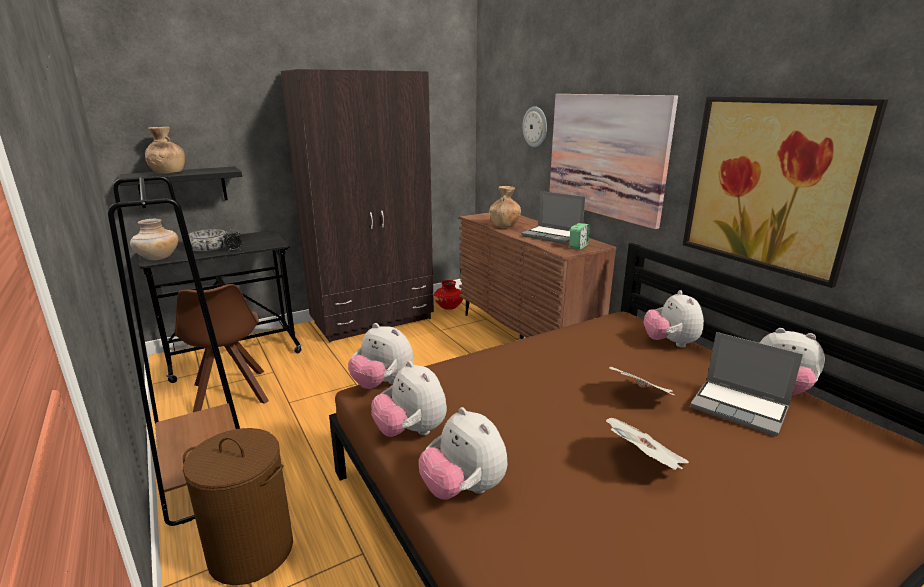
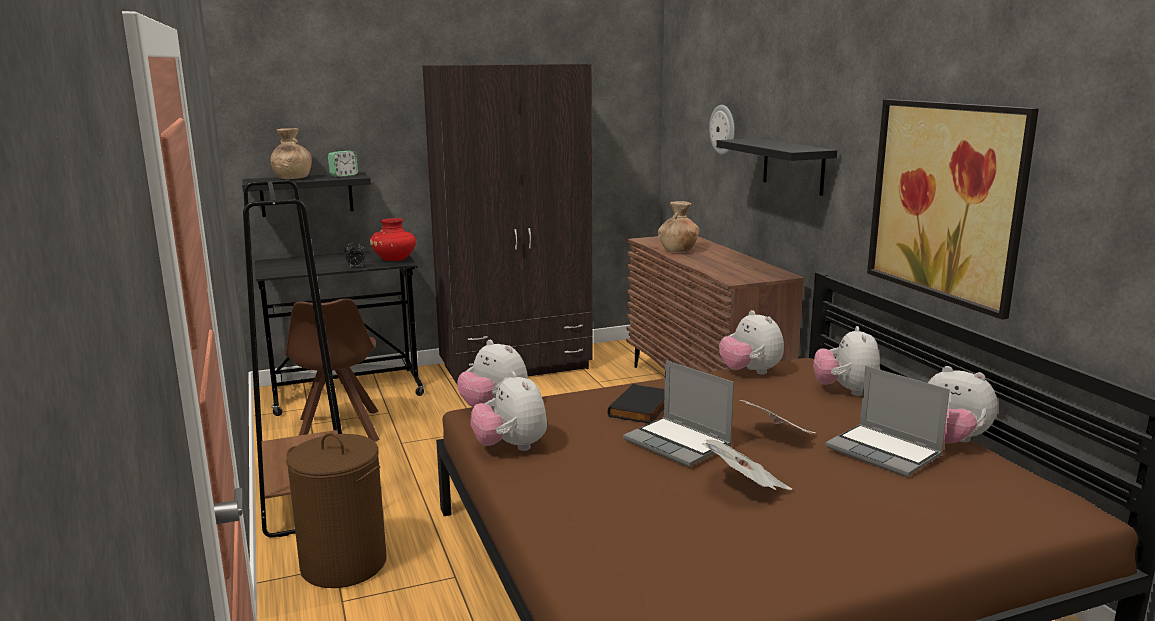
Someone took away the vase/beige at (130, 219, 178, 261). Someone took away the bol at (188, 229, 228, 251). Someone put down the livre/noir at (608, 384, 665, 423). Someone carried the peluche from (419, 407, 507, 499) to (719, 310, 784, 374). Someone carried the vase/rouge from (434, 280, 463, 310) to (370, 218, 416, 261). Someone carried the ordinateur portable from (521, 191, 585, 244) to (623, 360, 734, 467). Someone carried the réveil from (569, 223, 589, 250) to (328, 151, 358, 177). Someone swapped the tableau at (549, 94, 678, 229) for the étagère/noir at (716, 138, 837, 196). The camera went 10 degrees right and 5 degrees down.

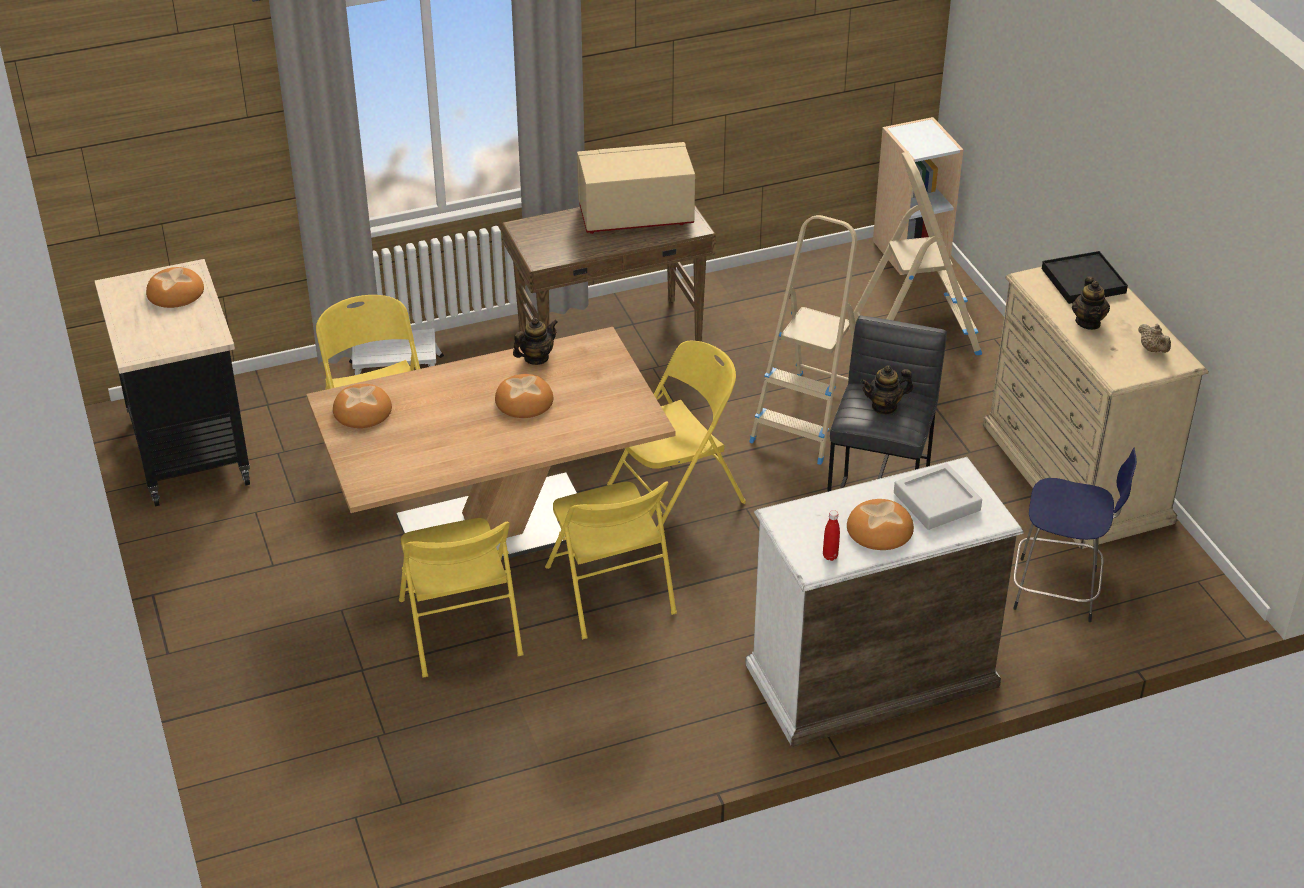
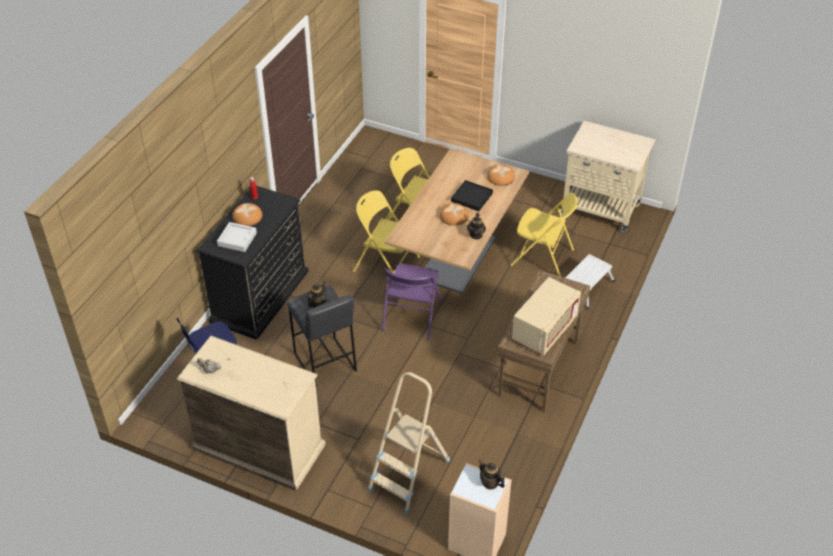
Someone took away the pain at (146, 267, 204, 308). Someone took away the escabeau/beige at (749, 215, 857, 465). Someone carried the plateau/noir from (1042, 251, 1128, 304) to (451, 180, 493, 211). Someone carried the théière from (1072, 276, 1110, 330) to (479, 459, 505, 490). Someone repainted the chariot/noir at (95, 259, 250, 507), which became the chariot/beige at (560, 121, 655, 233). Someone repainted the chaise/jaune at (607, 341, 746, 530), which became the chaise/violet at (382, 264, 443, 340). Someone repainted the commode/blanc at (745, 457, 1024, 747), which became the commode/noir at (196, 186, 309, 340). The camera went 135 degrees right and 5 degrees up.

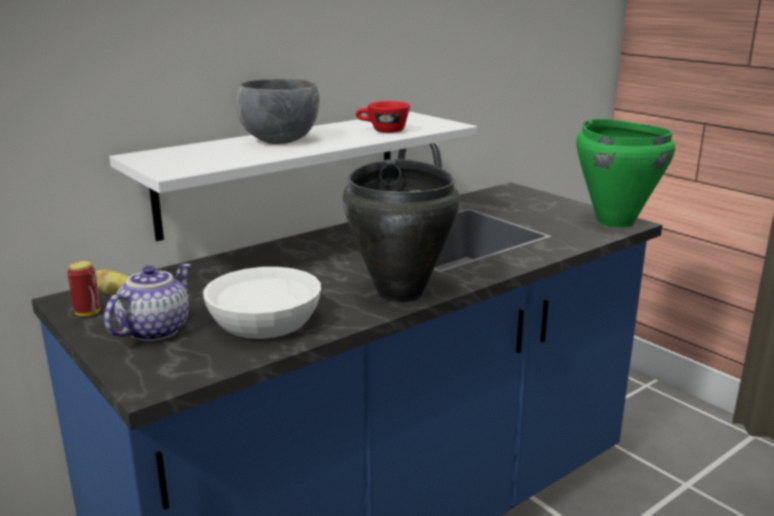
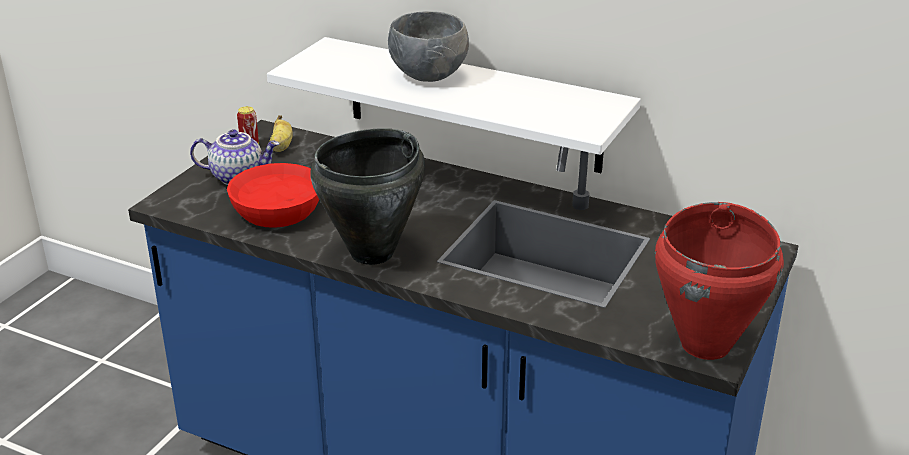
Someone took away the tasse/rouge at (356, 101, 410, 133). Someone repainted the bol/blanc at (203, 267, 321, 339), which became the bol/rouge at (227, 163, 319, 228). Someone repainted the marmite/vert at (576, 119, 675, 228), which became the marmite/rouge at (655, 202, 784, 360). The camera went 65 degrees right and 10 degrees up.

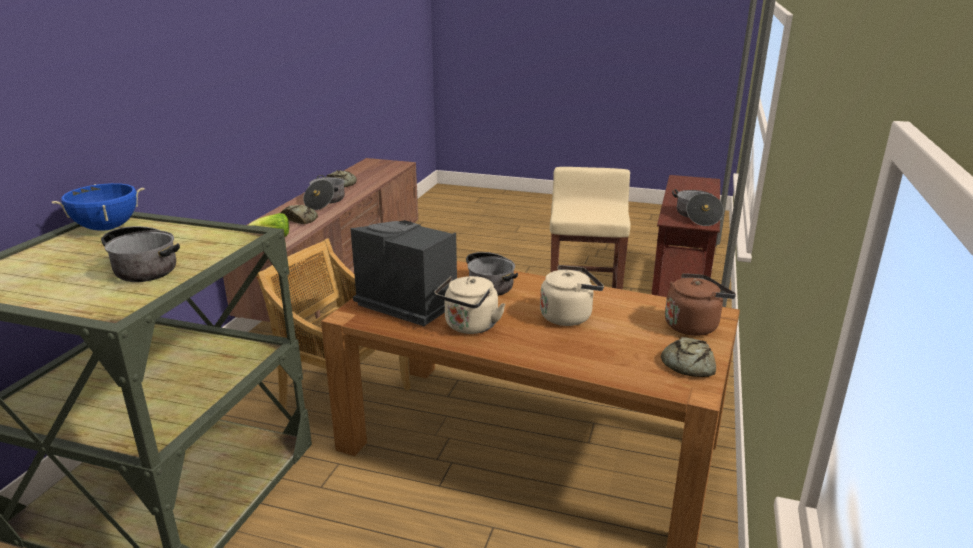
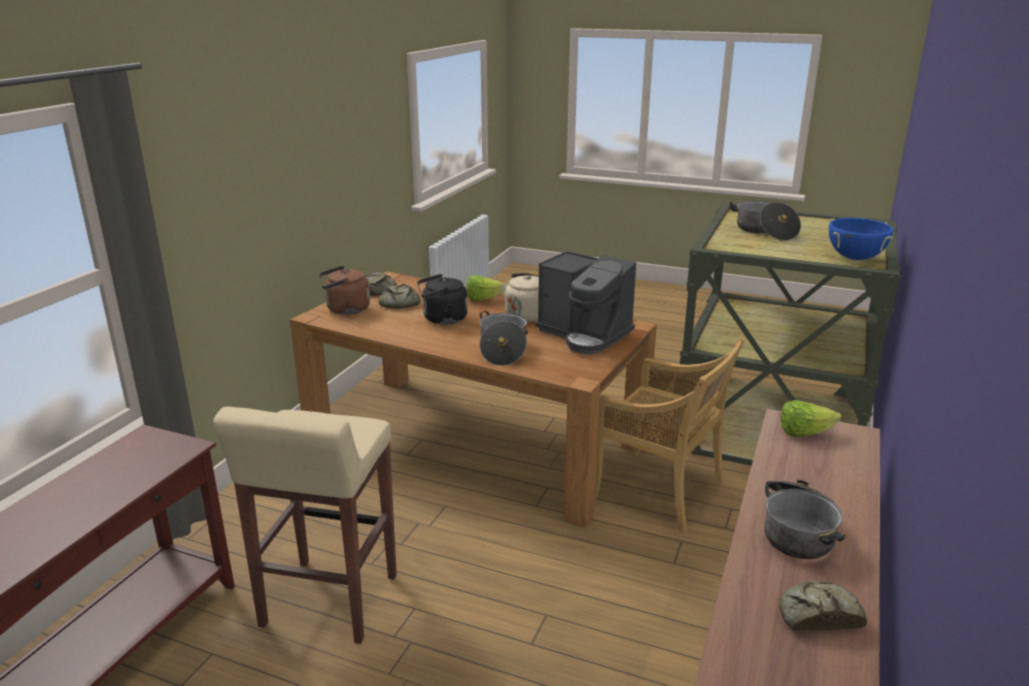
Someone took away the marmite at (672, 189, 724, 226). Someone put down the laitue at (467, 275, 507, 301). Someone carried the pain from (280, 205, 318, 224) to (379, 284, 421, 309). Someone repainted the bouilloire/beige at (540, 265, 604, 326), which became the bouilloire/noir at (417, 274, 468, 325). The camera went 175 degrees left and 0 degrees up.

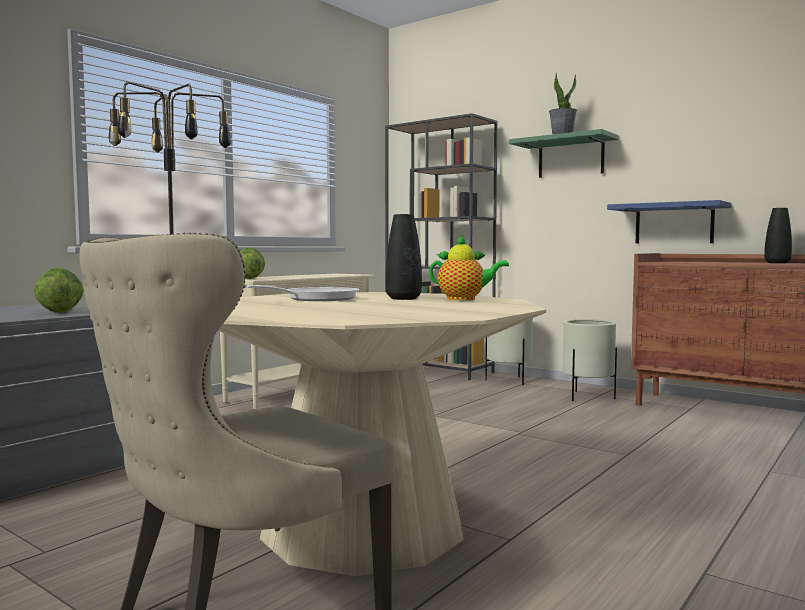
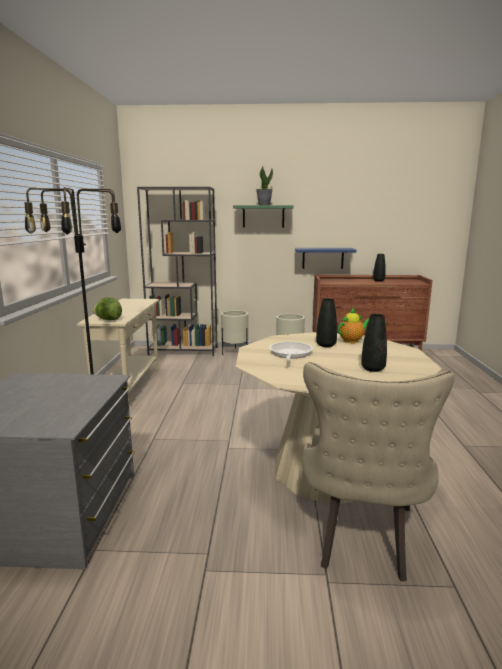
Someone took away the laitue at (34, 268, 84, 313). Someone put down the vase/noir at (361, 314, 387, 372). The camera went 35 degrees left and 10 degrees up.

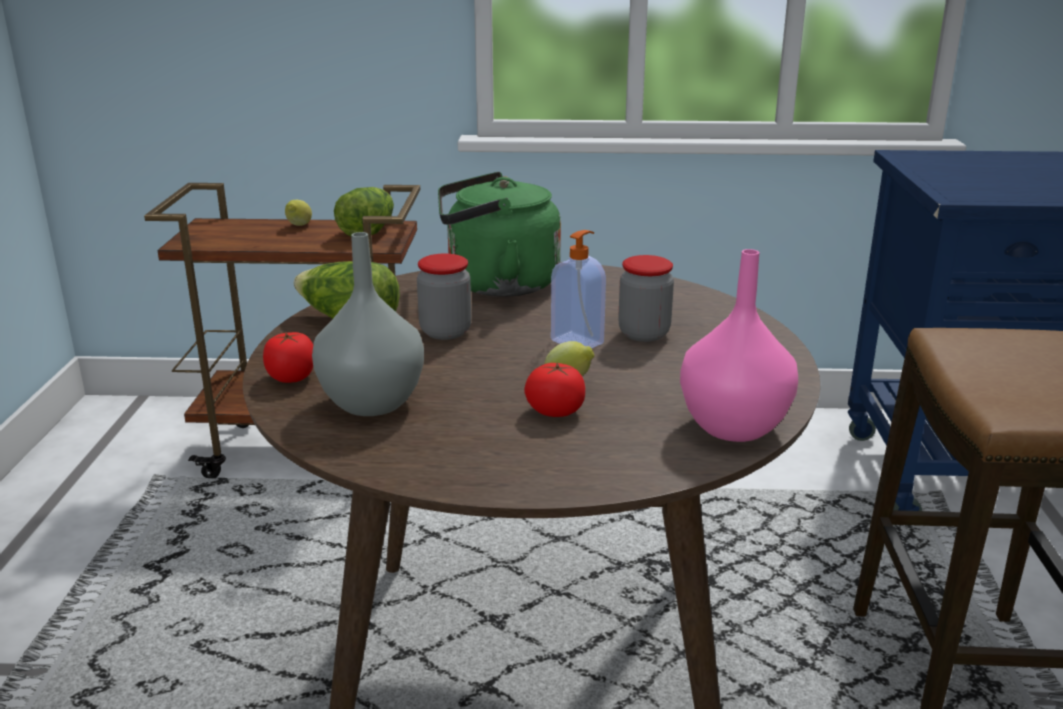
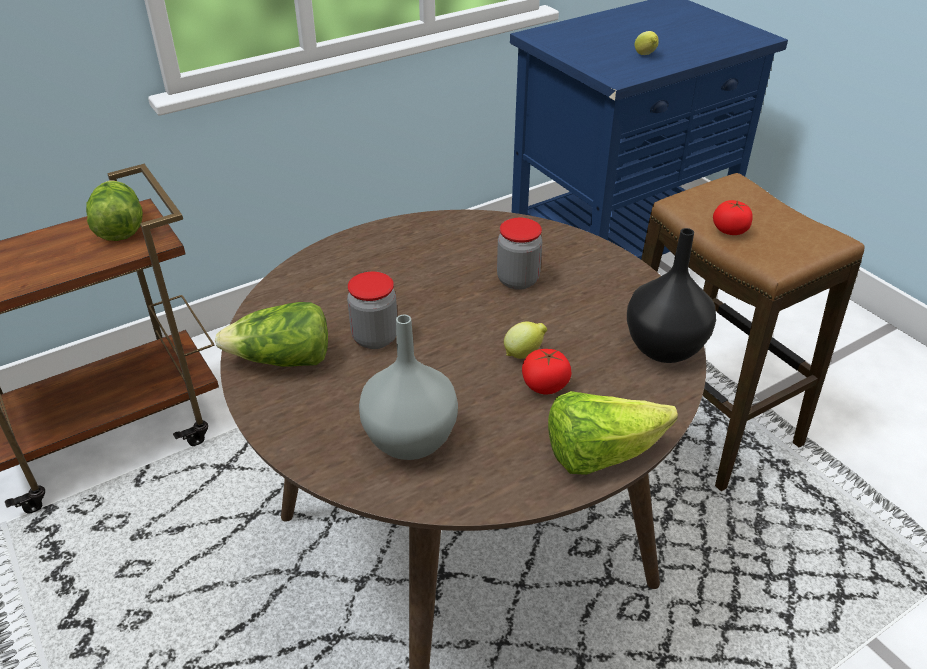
Someone took away the bouilloire/vert at (438, 172, 561, 297). Someone took away the distributeur de savon at (551, 230, 606, 348). Someone put down the laitue at (548, 391, 678, 475). Someone carried the tomate from (263, 332, 313, 383) to (713, 200, 753, 235). Someone carried the citron from (285, 200, 312, 226) to (635, 31, 659, 55). Someone repainted the vase/rose at (680, 249, 798, 442), which became the vase/noir at (627, 228, 716, 363). The camera went 35 degrees left and 15 degrees up.

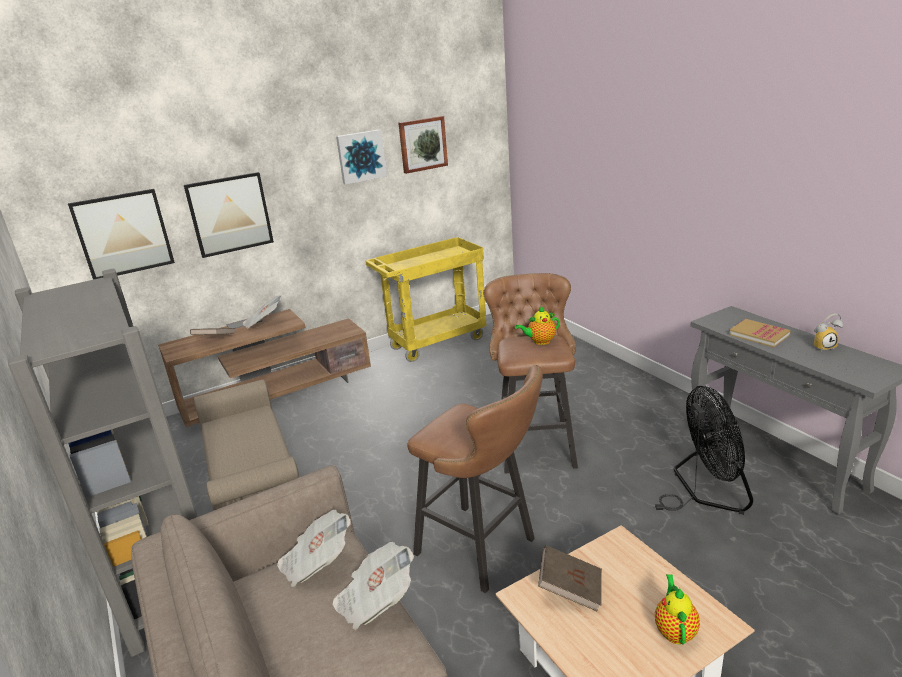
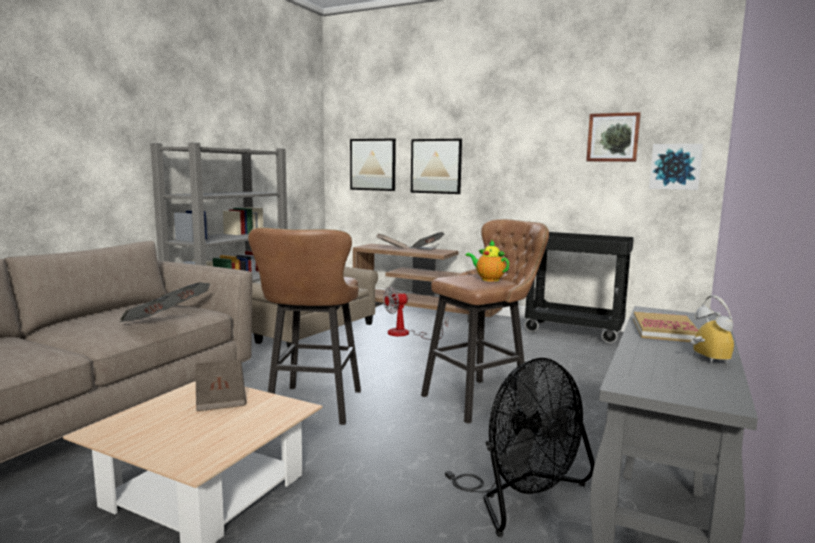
Someone took away the théière at (655, 574, 700, 645). Someone put down the ventilateur at (383, 287, 448, 340). Someone carried the tableau from (336, 130, 387, 185) to (649, 144, 703, 190). Someone repainted the chariot/jaune at (365, 237, 486, 362), which became the chariot/noir at (524, 232, 634, 343). Someone rotated the réveil at (814, 313, 843, 350) by 150 degrees counterclockwise. The camera went 55 degrees right and 15 degrees down.

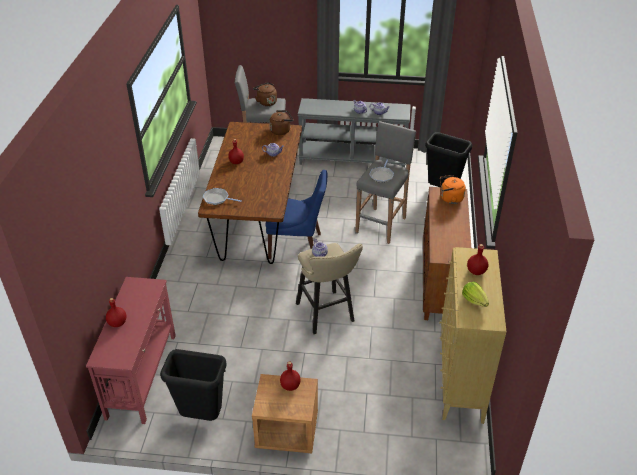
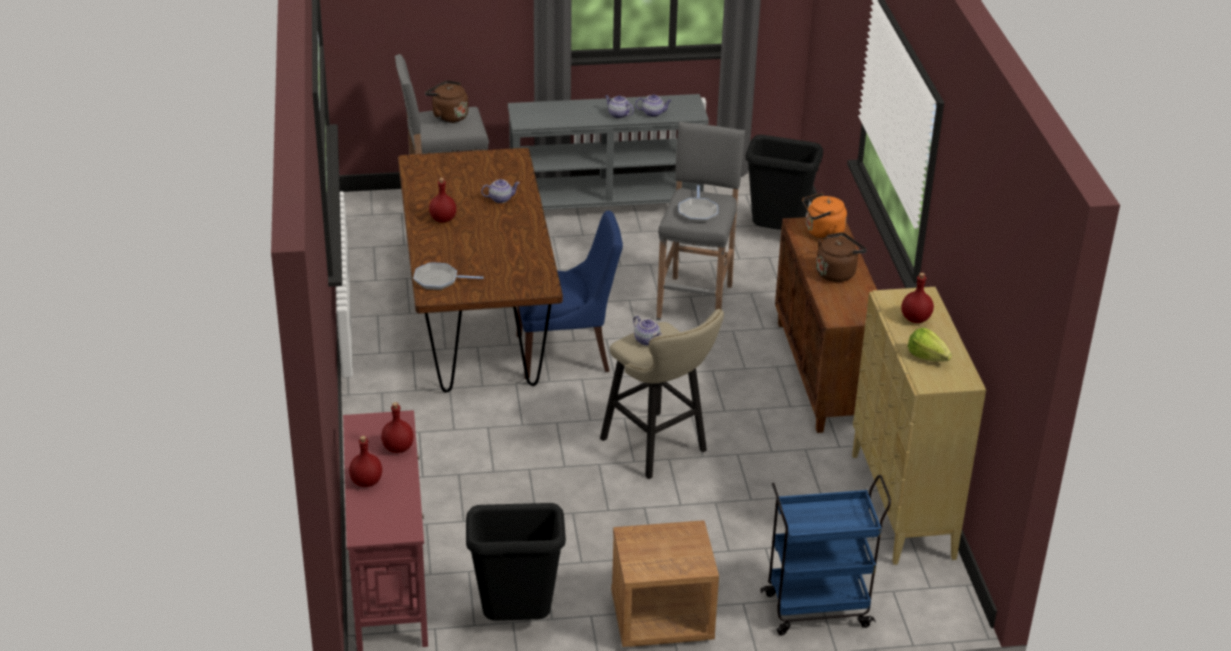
Someone put down the chariot/bleu at (760, 475, 891, 636). Someone carried the bouilloire/marron from (269, 110, 293, 135) to (816, 232, 867, 282). Someone carried the bouteille/rouge from (280, 362, 301, 391) to (381, 402, 414, 453). The camera went 15 degrees left and 5 degrees down.

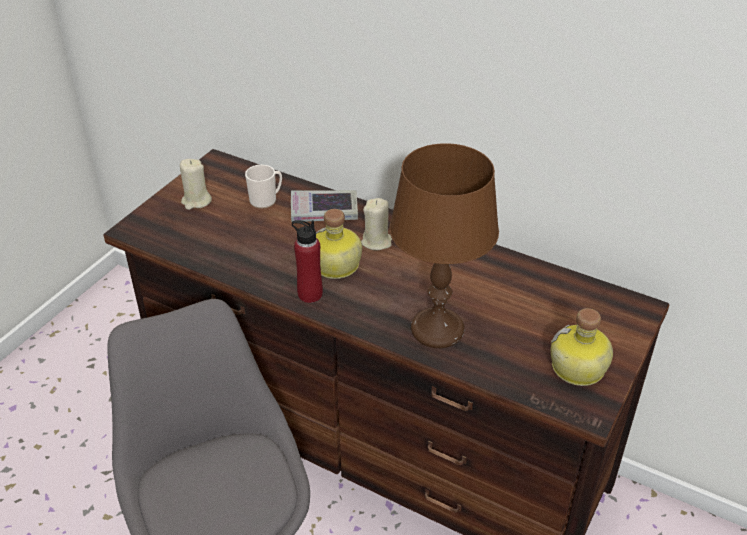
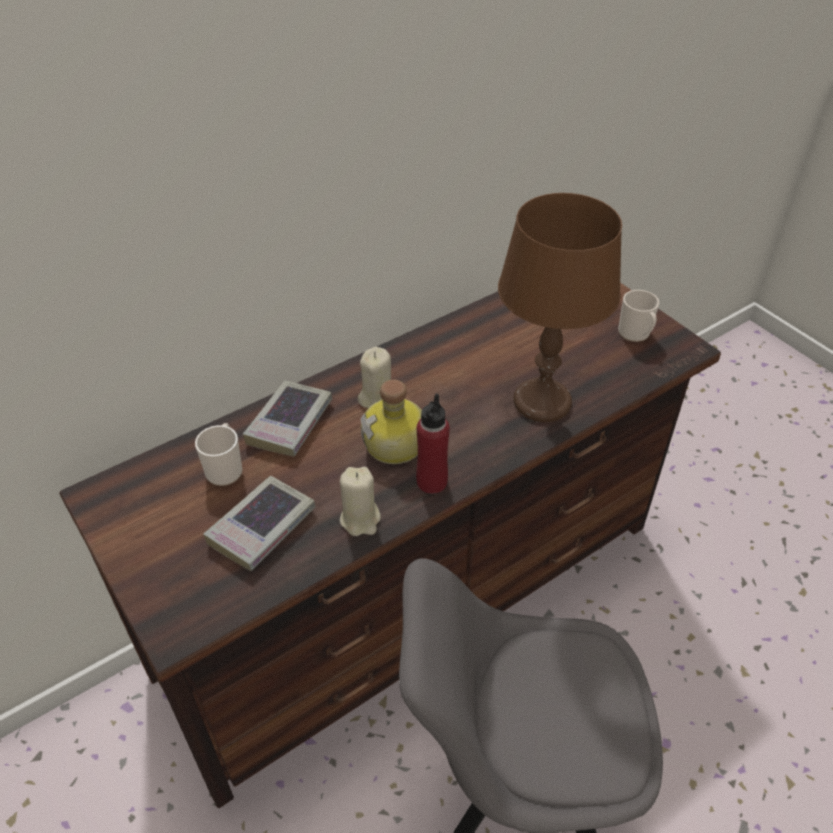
Someone put down the livre at (203, 476, 316, 571). Someone carried the bougie/beige from (180, 159, 212, 210) to (340, 467, 381, 536). Someone swapped the bouteille at (551, 308, 613, 386) for the mug at (618, 290, 659, 342). The camera went 65 degrees left and 5 degrees up.

